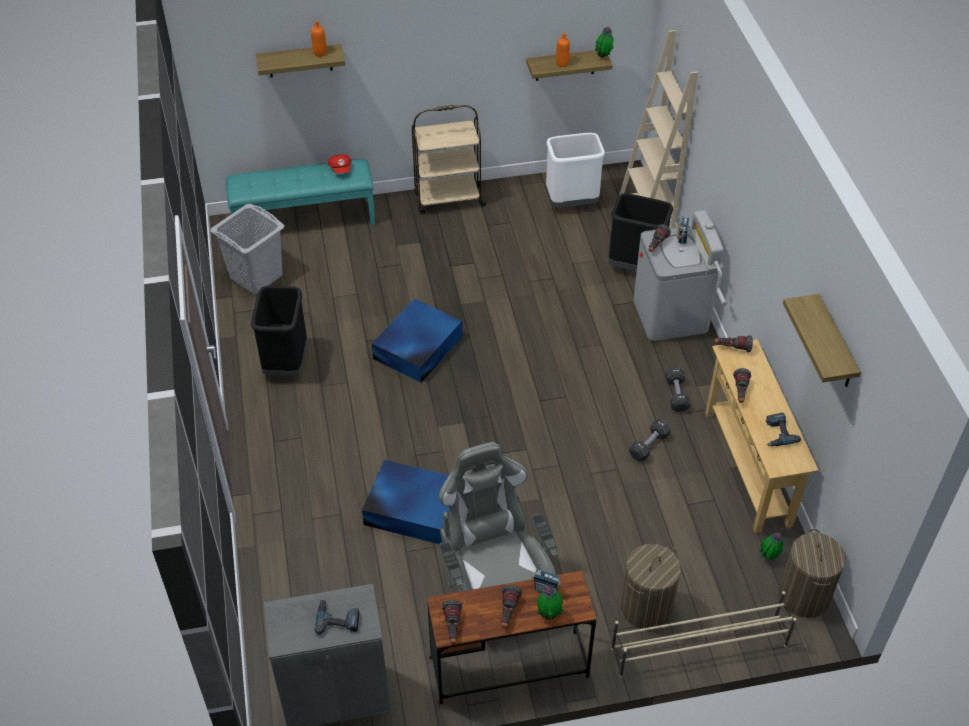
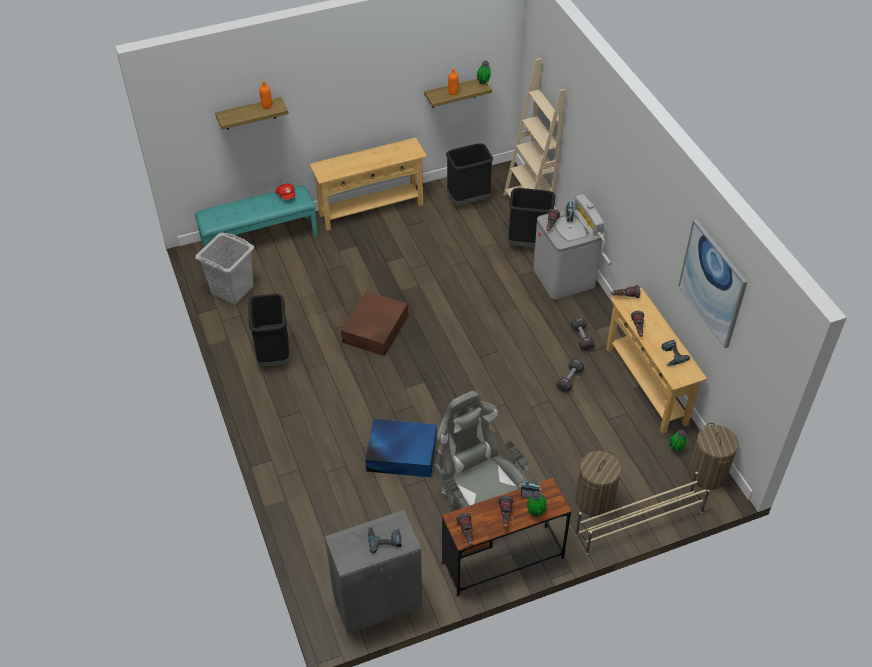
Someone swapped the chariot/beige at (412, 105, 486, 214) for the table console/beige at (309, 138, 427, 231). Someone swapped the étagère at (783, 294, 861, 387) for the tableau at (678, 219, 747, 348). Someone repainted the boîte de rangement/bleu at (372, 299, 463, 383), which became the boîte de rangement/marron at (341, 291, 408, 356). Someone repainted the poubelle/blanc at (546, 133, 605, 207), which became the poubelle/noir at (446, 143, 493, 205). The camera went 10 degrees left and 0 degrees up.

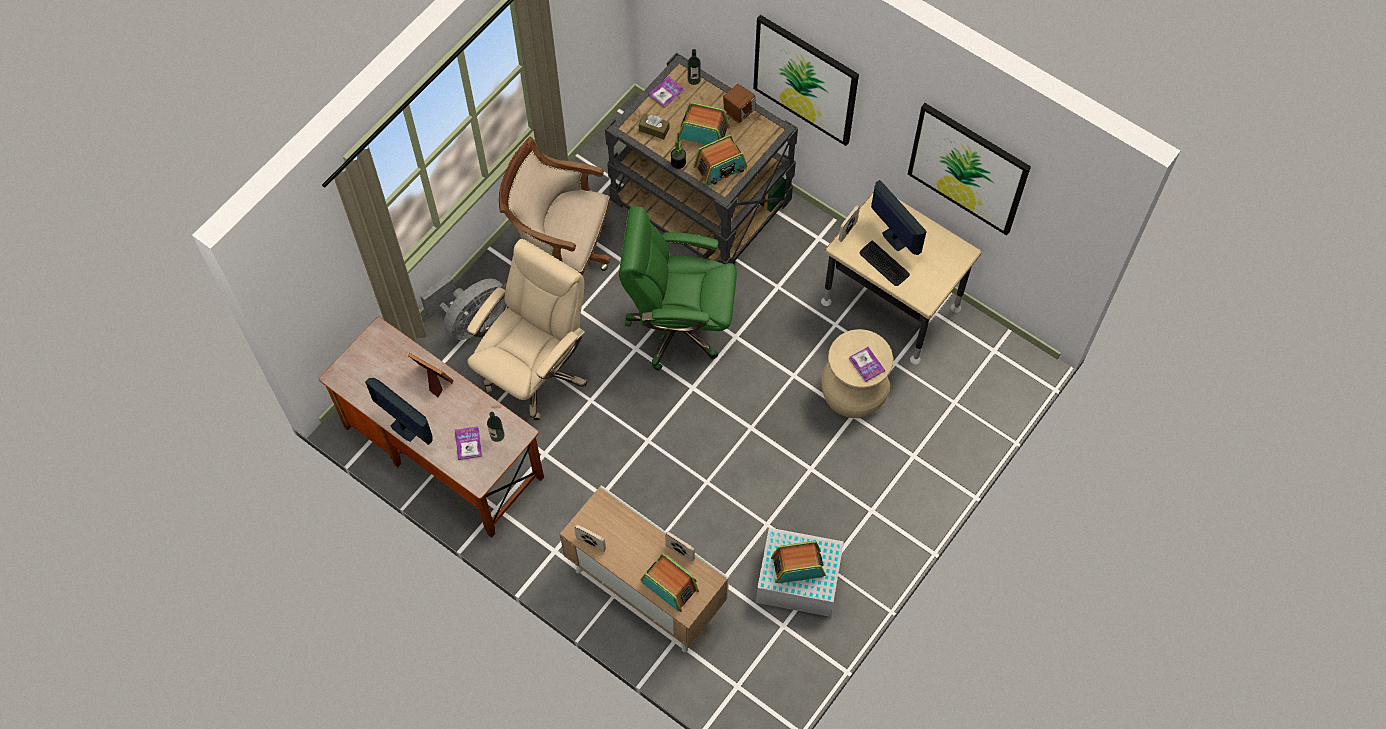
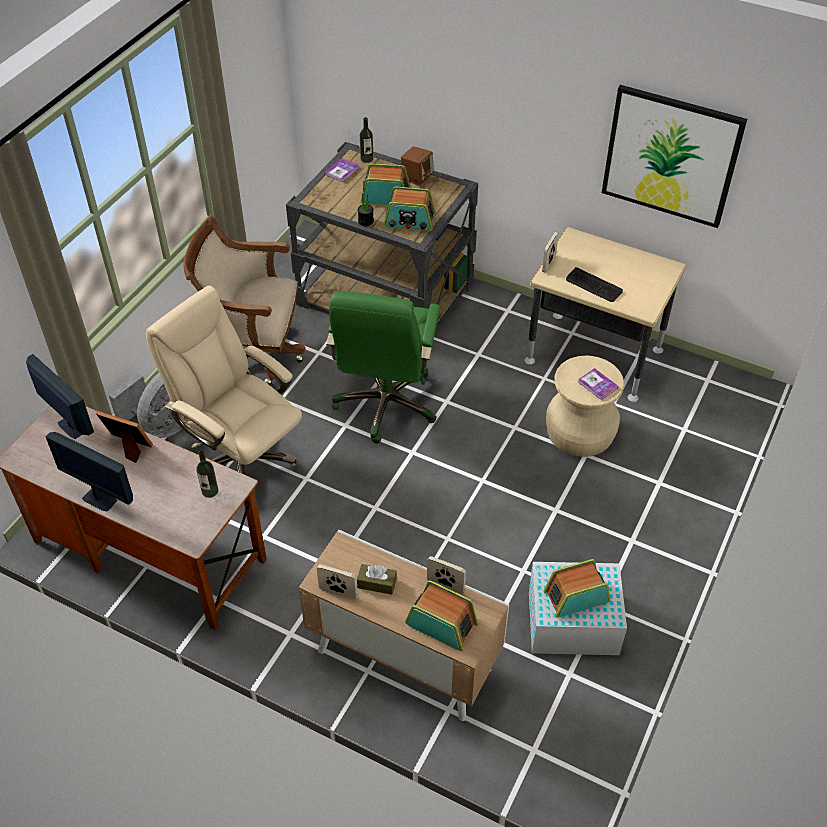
Someone took away the livre at (455, 426, 482, 460). Someone took away the tableau at (753, 15, 859, 146). Someone carried the boîte à mouchoirs/marron from (639, 113, 669, 139) to (357, 564, 397, 595). Someone carried the écran d'ordinateur from (871, 180, 927, 255) to (26, 354, 94, 439). Someone rotated the chaise de bureau/beige at (467, 239, 587, 420) by 75 degrees counterclockwise. Someone rotated the chaise de bureau/vert at (619, 206, 737, 371) by 75 degrees counterclockwise. Someone rotated the radio at (693, 135, 747, 186) by 45 degrees clockwise. The camera went 10 degrees left and 15 degrees down.

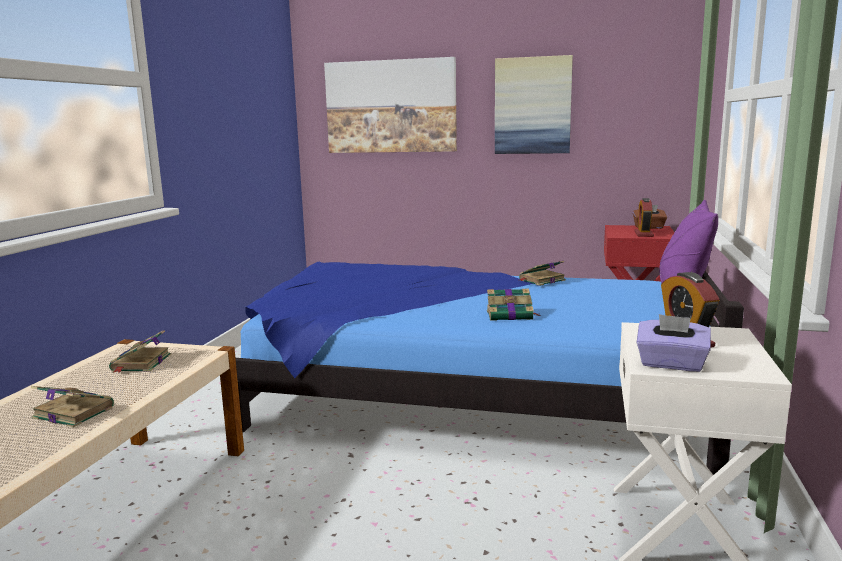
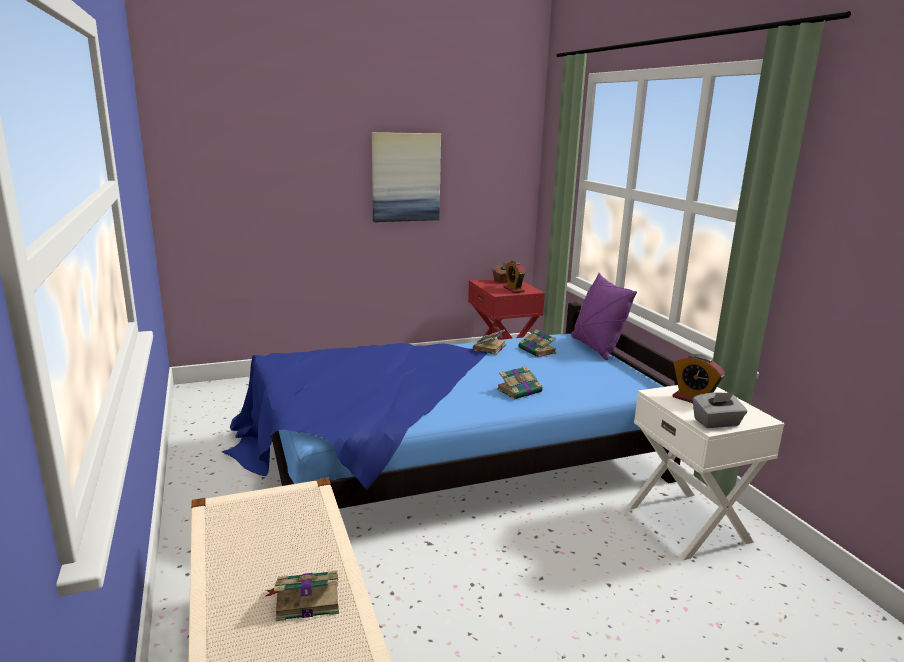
Someone took away the tableau at (324, 57, 457, 153). Someone carried the livre from (109, 330, 171, 373) to (518, 330, 557, 357). Someone repainted the boîte à mouchoirs/violet at (636, 314, 711, 372), which became the boîte à mouchoirs/gris at (693, 392, 747, 428). The camera went 35 degrees left and 5 degrees up.

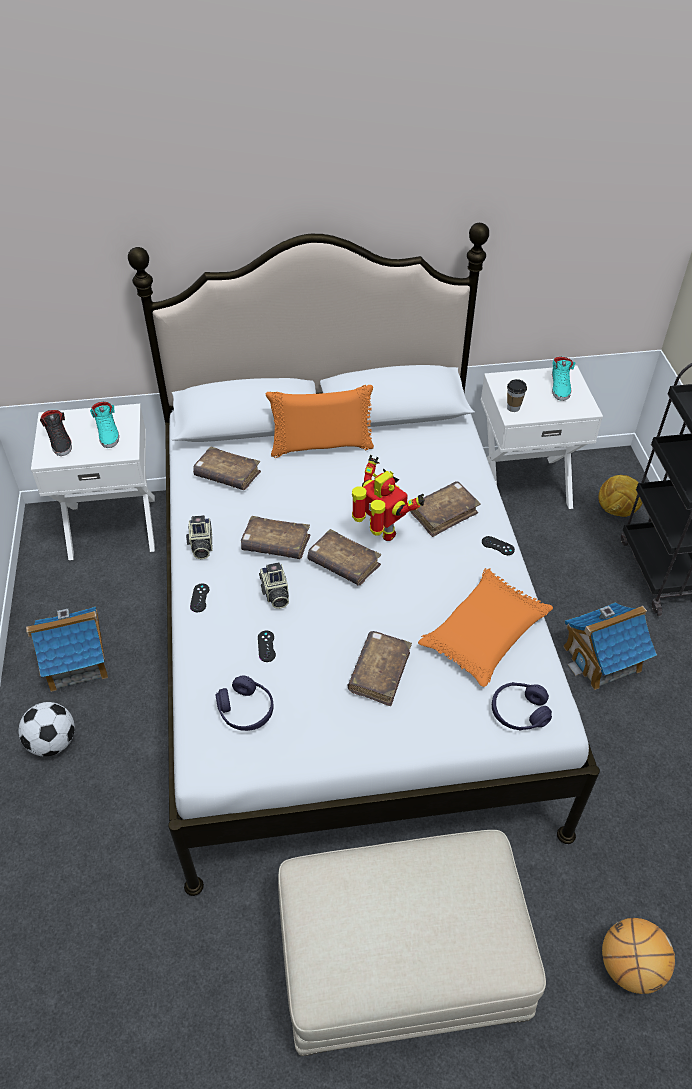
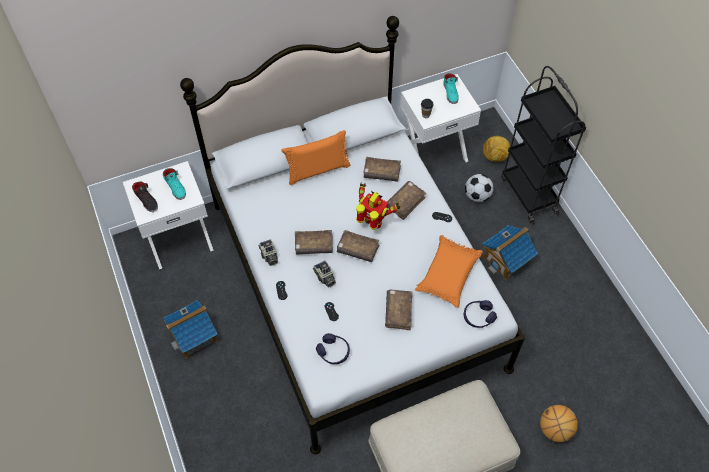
Someone carried the ballon de foot from (18, 702, 75, 757) to (465, 174, 493, 202). Someone carried the livre/marron from (193, 447, 261, 490) to (363, 157, 401, 182). The camera went 15 degrees left and 10 degrees up.

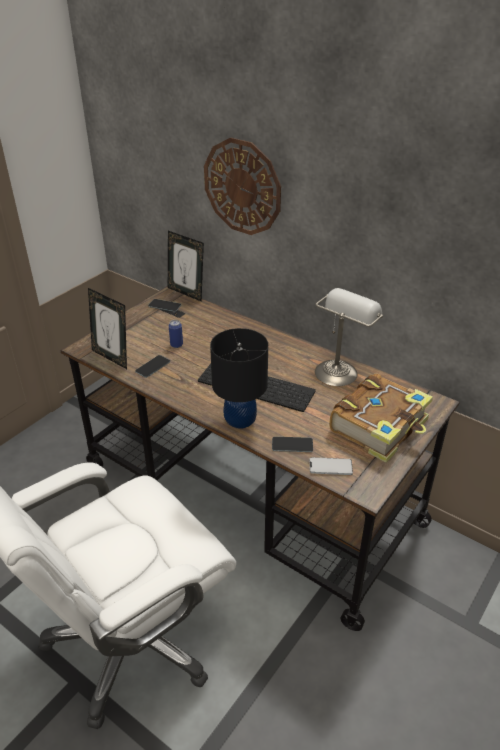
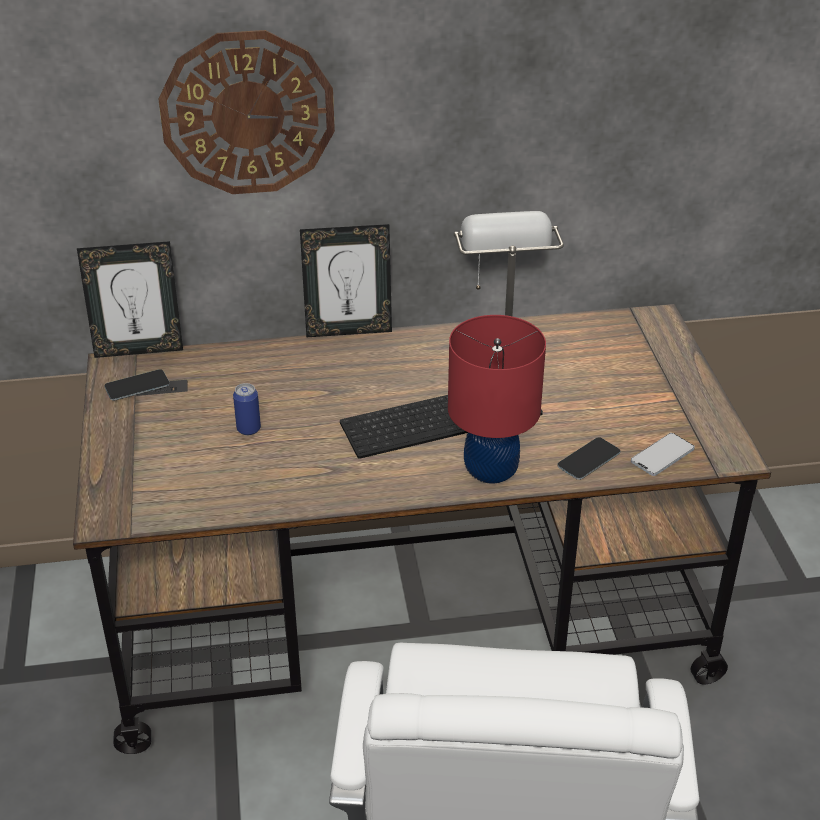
Someone took away the téléphone at (135, 355, 170, 378). Someone took away the livre at (330, 373, 433, 463). Someone carried the cadre photo from (88, 288, 127, 369) to (300, 224, 392, 337). Someone repainted the lampe de table/noir at (210, 328, 268, 429), which became the lampe de table/rouge at (448, 315, 546, 484). The camera went 45 degrees left and 0 degrees up.

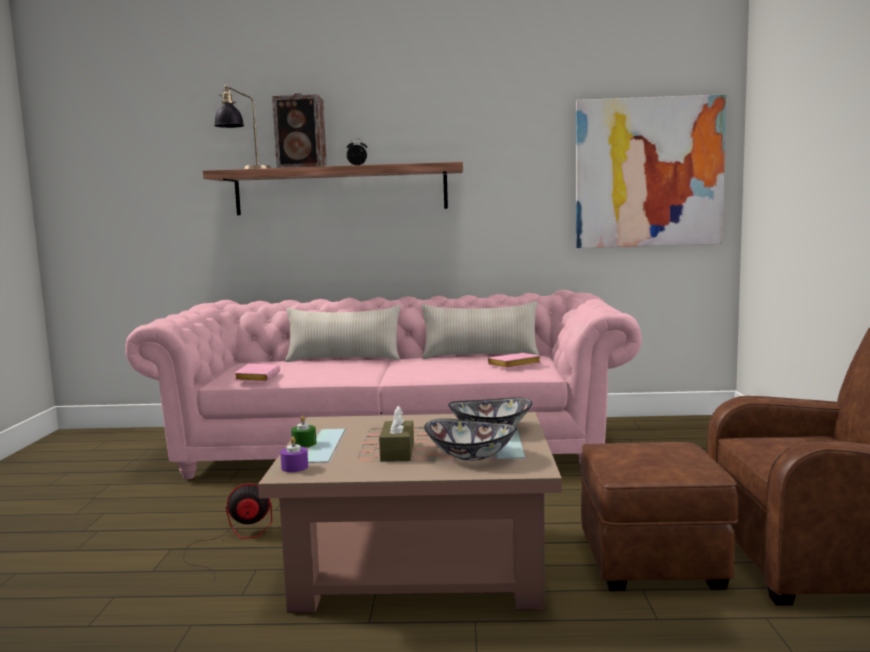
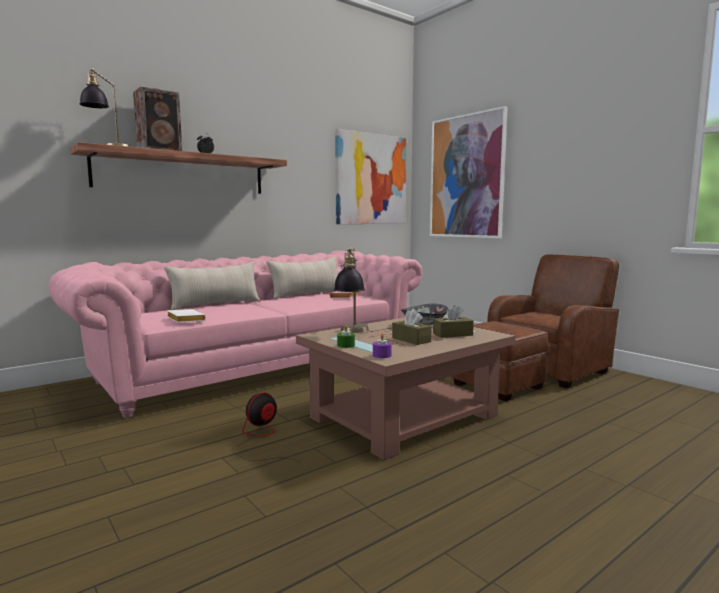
Someone put down the lampe de table at (334, 247, 369, 333). Someone put up the tableau at (430, 106, 508, 238). Someone swapped the bol at (424, 419, 517, 461) for the boîte à mouchoirs/marron at (433, 305, 474, 338). Someone repainted the livre/rose at (234, 364, 280, 382), which became the livre/blanc at (167, 309, 206, 323). The camera went 40 degrees left and 0 degrees up.

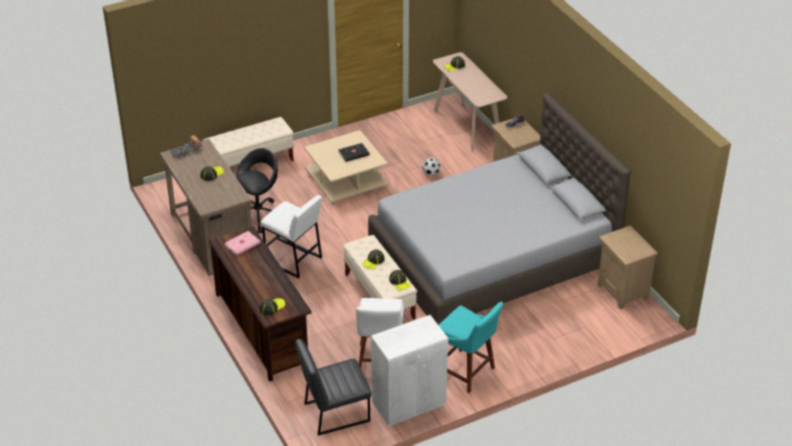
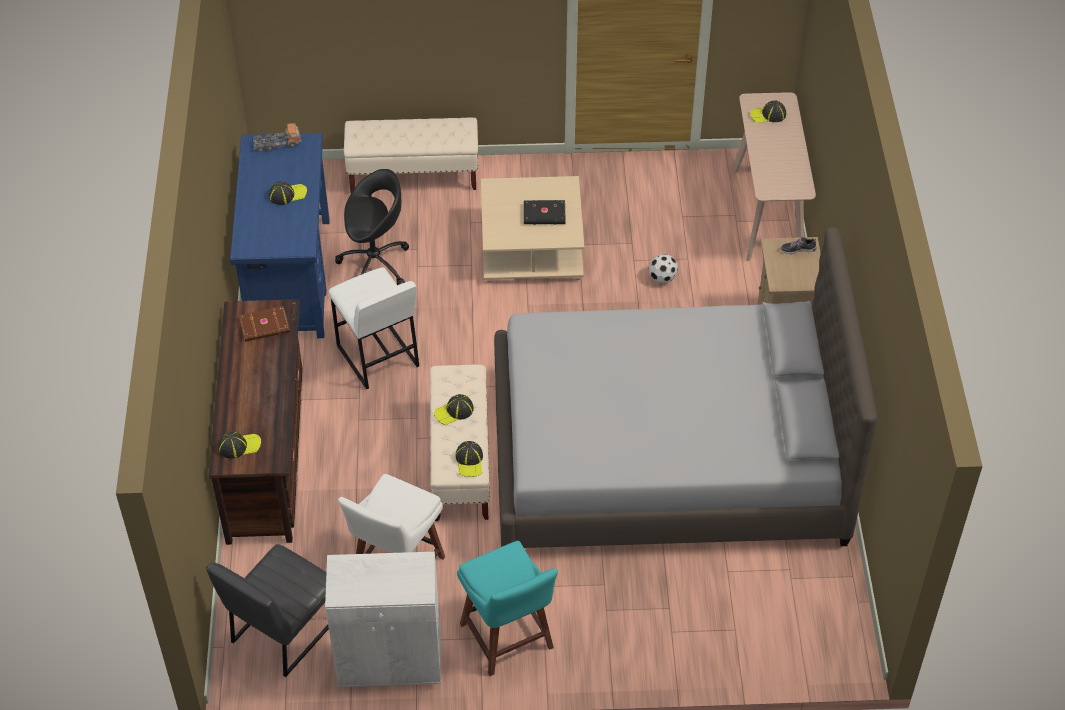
Someone took away the table de chevet/beige at (597, 226, 658, 310). Someone repainted the bureau/marron at (160, 139, 252, 276), which became the bureau/bleu at (230, 133, 330, 338). Someone repainted the livre/rose at (225, 231, 261, 256), which became the livre/marron at (239, 306, 290, 342). Someone rotated the chaise/gris at (295, 339, 371, 436) by 60 degrees counterclockwise. The camera went 25 degrees right and 10 degrees up.

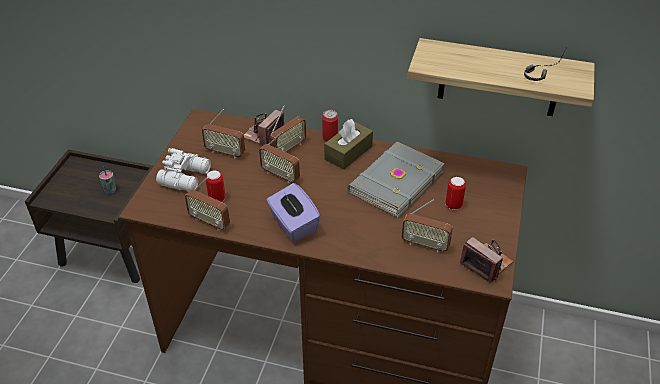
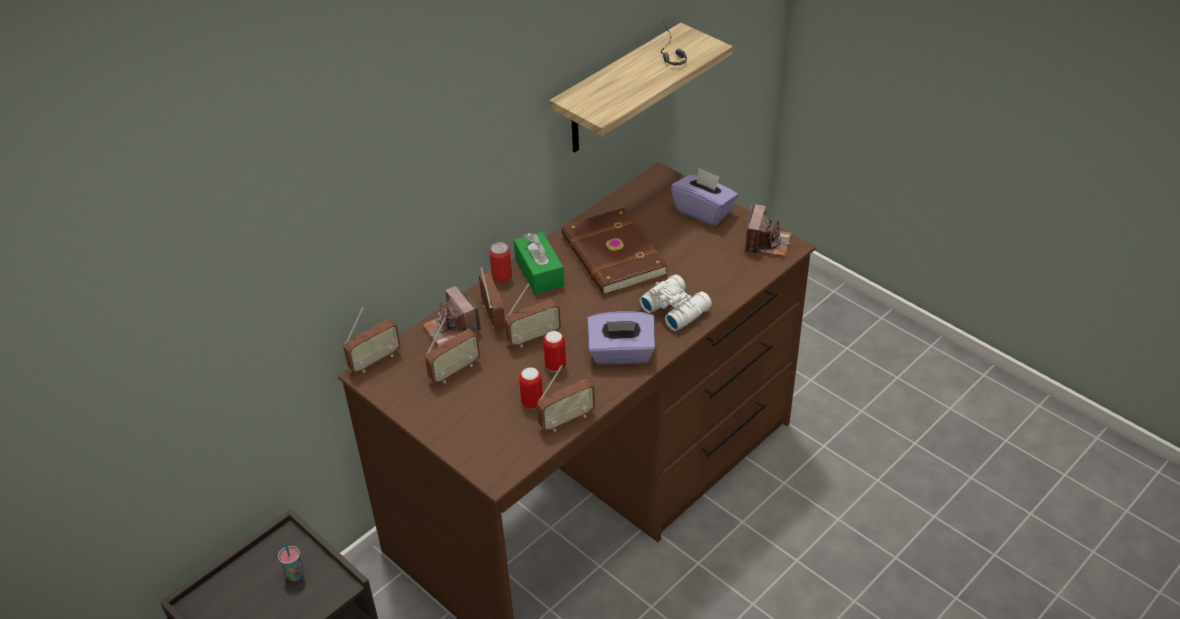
Someone put down the boîte à mouchoirs/violet at (671, 167, 738, 226). Someone carried the jumelles/blanc from (156, 148, 211, 192) to (639, 274, 712, 331). Someone carried the radio from (401, 199, 453, 253) to (343, 307, 401, 373). Someone carried the boîte métallique from (446, 177, 466, 210) to (543, 331, 566, 372). Someone repainted the boîte à mouchoirs/marron at (324, 119, 373, 170), which became the boîte à mouchoirs/vert at (514, 232, 564, 294). Someone repainted the livre/gris at (347, 142, 445, 218), which became the livre/marron at (561, 208, 668, 295). Someone rotated the appareil photo at (460, 237, 513, 283) by 120 degrees clockwise. The camera went 60 degrees left and 0 degrees up.

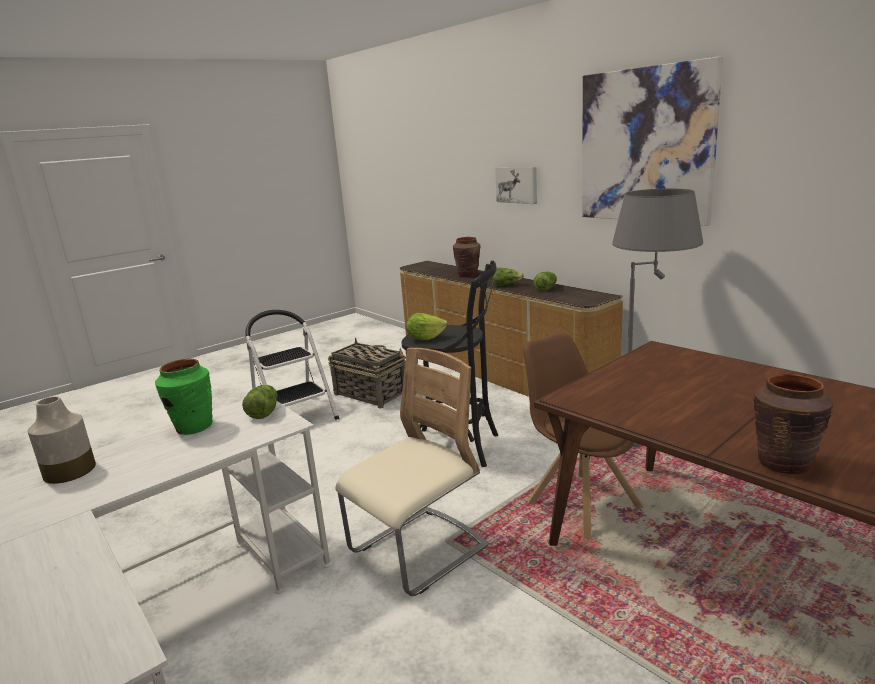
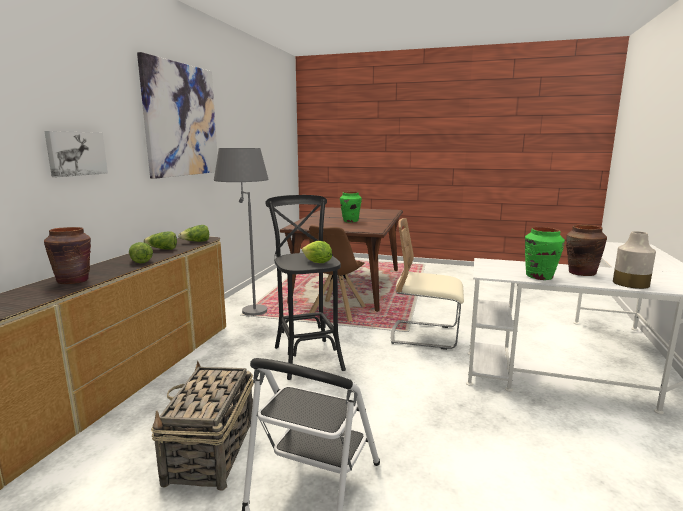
Someone put down the vase/vert at (340, 191, 362, 222). Someone carried the laitue from (242, 385, 278, 419) to (178, 225, 209, 242). Someone carried the vase/marron from (754, 374, 833, 474) to (566, 225, 607, 276). The camera went 125 degrees left and 5 degrees down.

